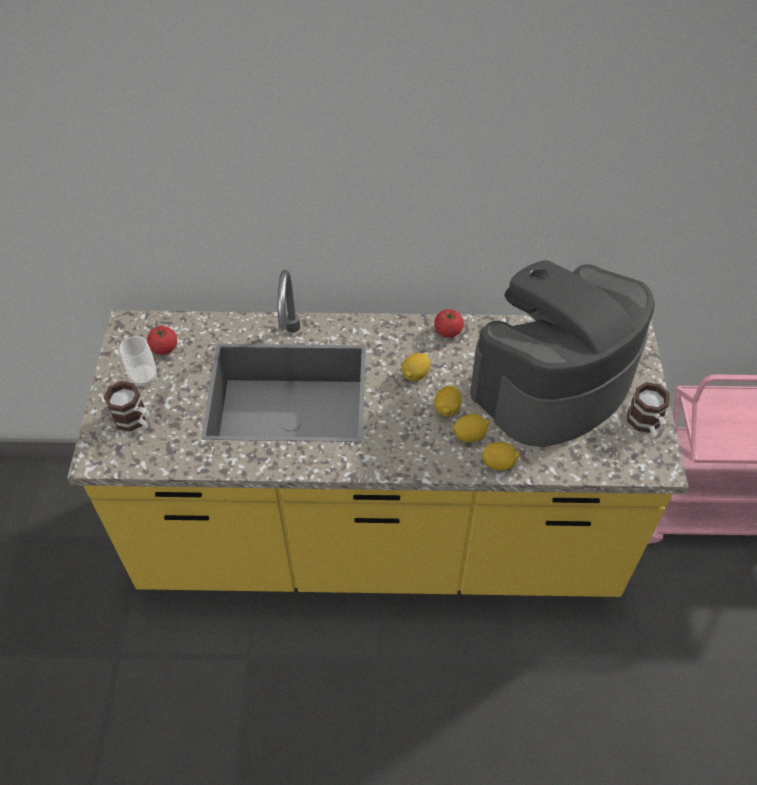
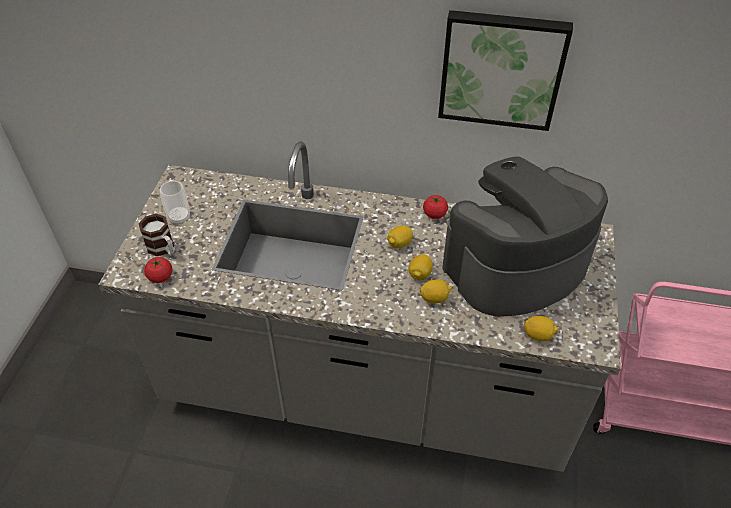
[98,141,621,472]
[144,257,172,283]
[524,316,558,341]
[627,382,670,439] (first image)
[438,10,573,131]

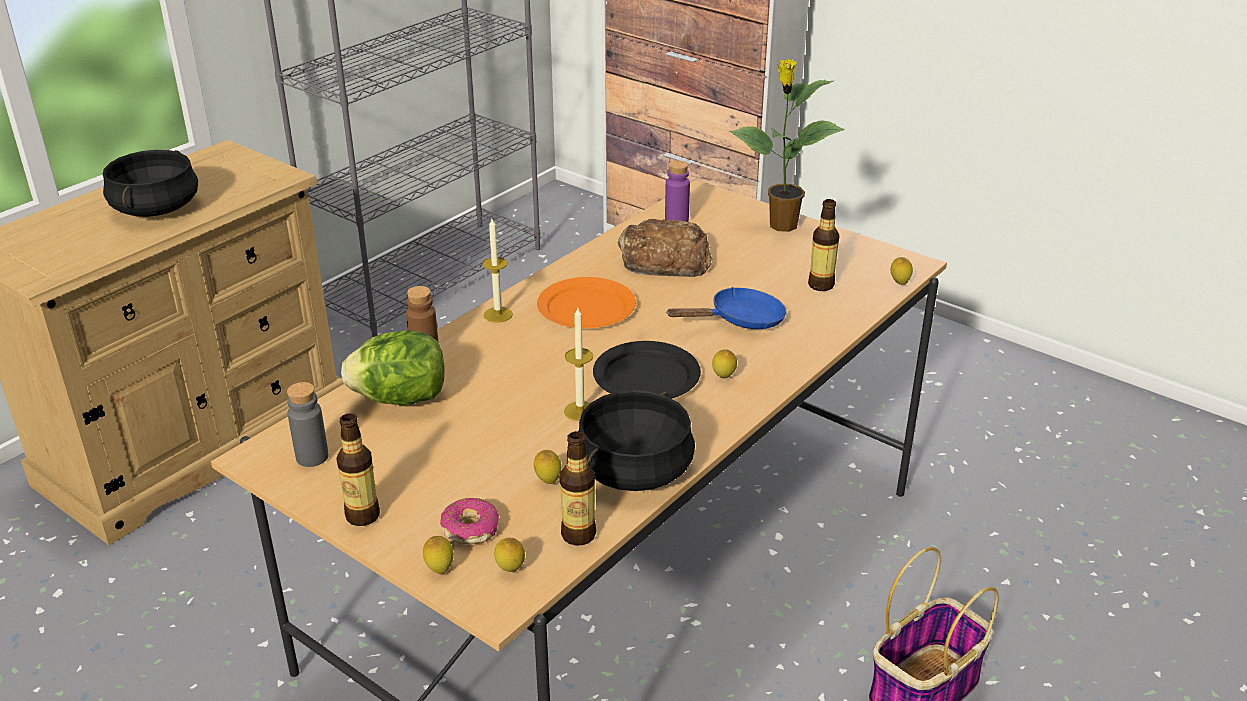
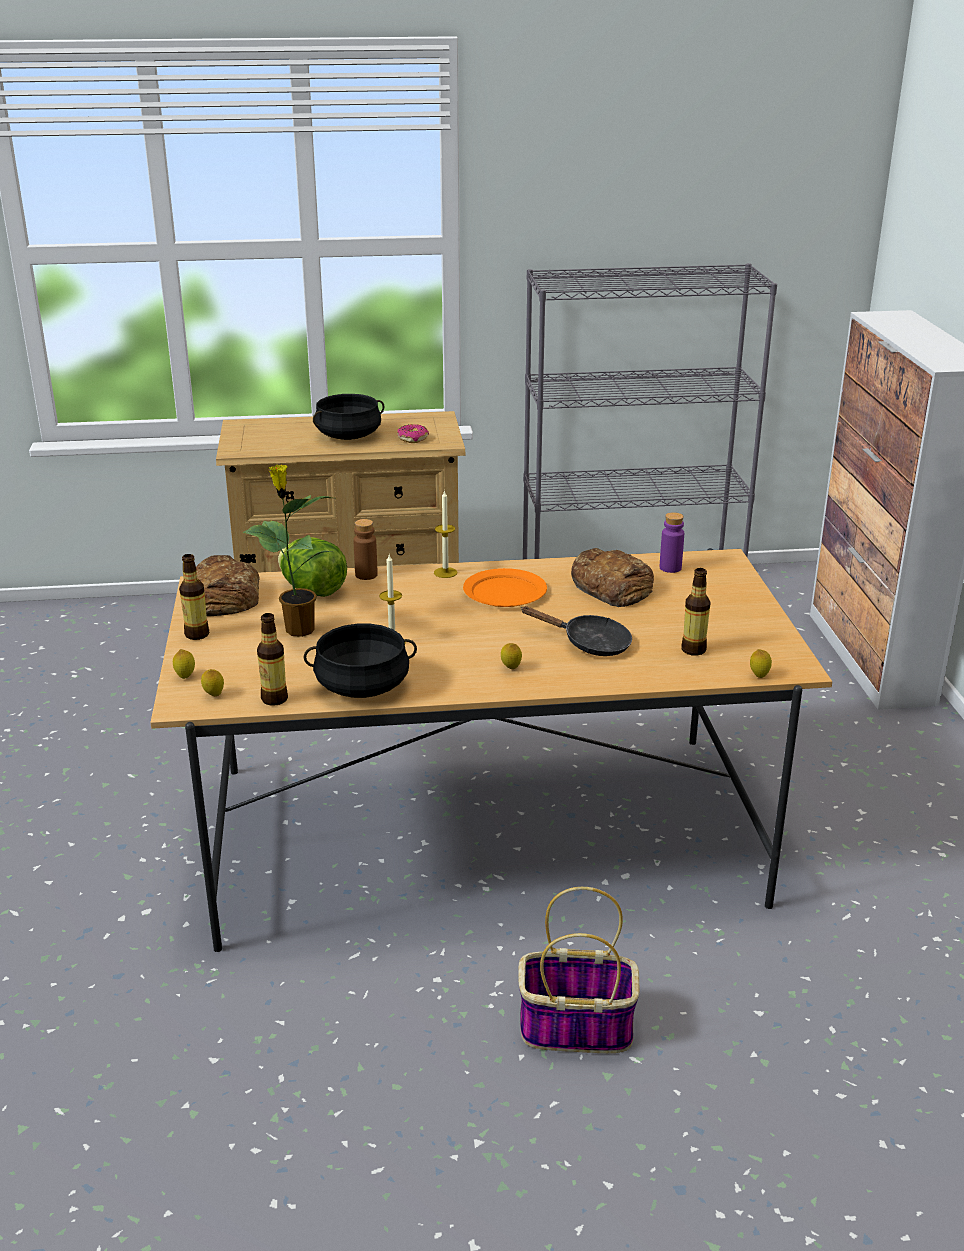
[196,555,260,616]
[397,424,429,443]
[534,450,561,484] (first image)
[593,341,701,399] (first image)
[521,606,632,656]
[242,464,333,637]

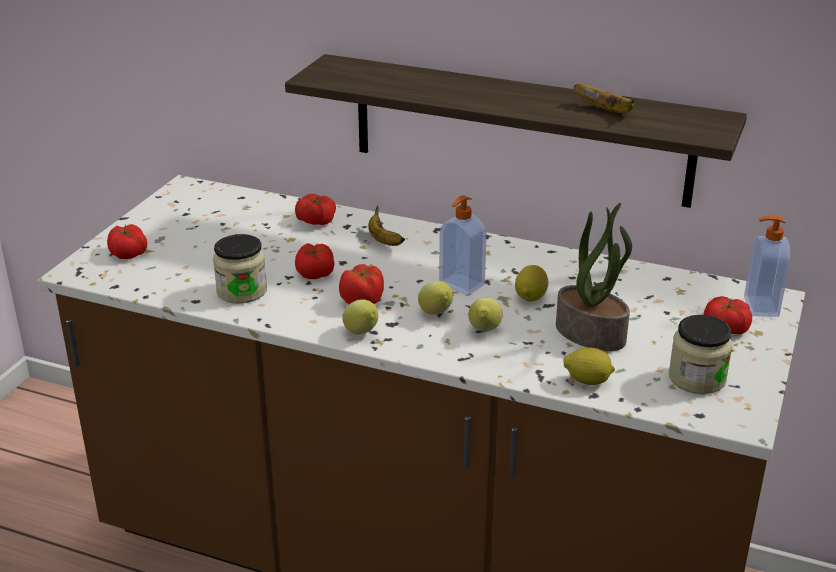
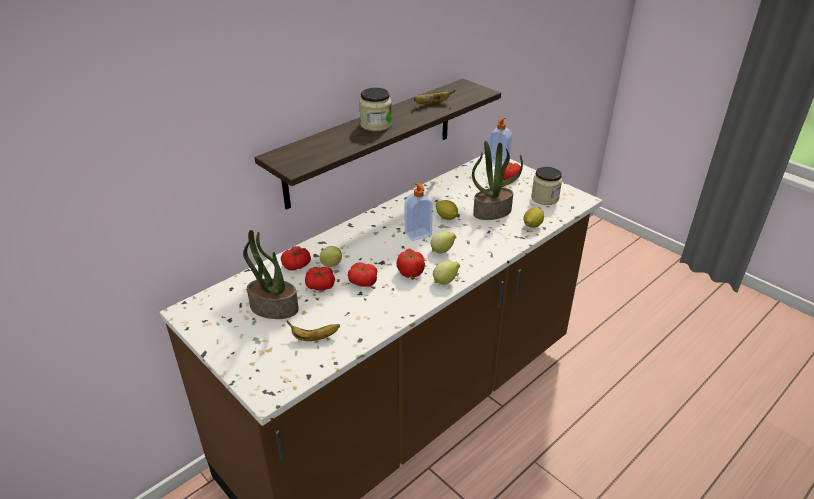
[305,267,335,290]
[359,88,392,131]
[286,320,340,341]
[320,246,342,267]
[243,230,299,319]

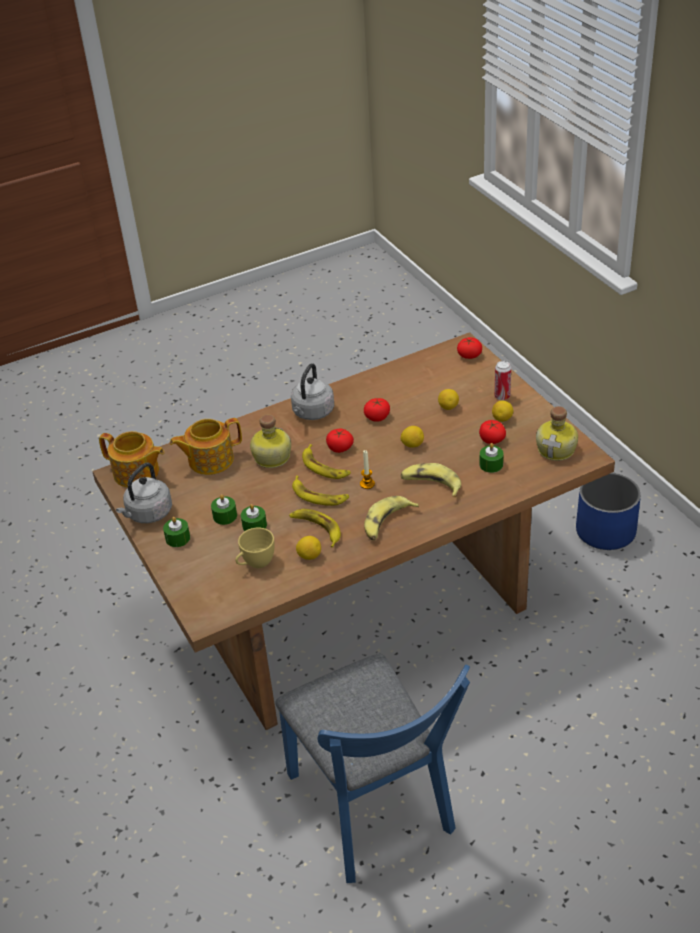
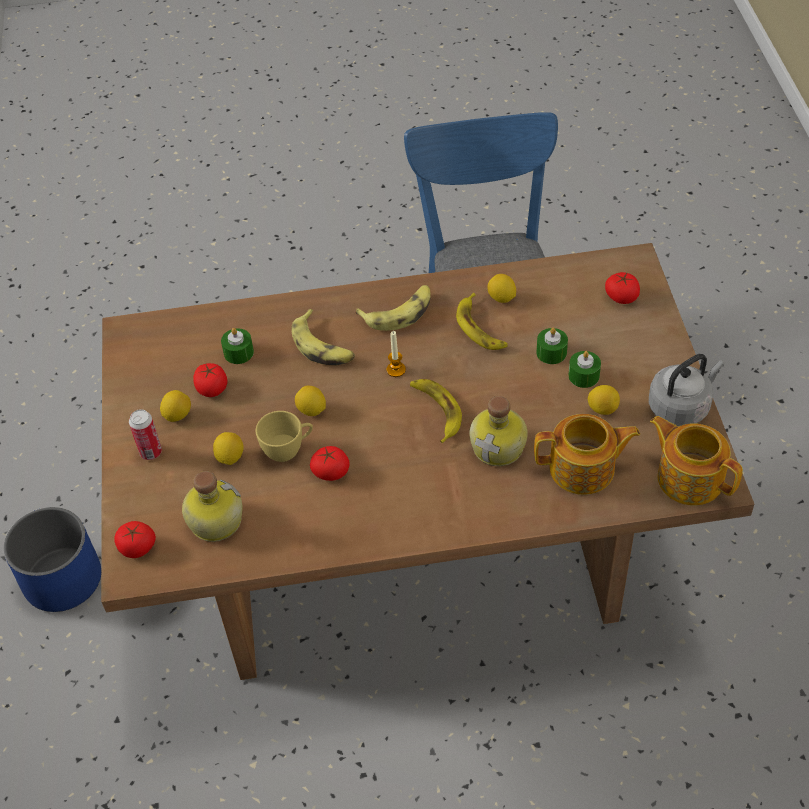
[163,517,190,547] (first image)
[256,411,313,462]
[291,363,334,420] (first image)
[292,475,349,506] (first image)
[605,272,640,304]
[182,471,243,542]
[588,385,620,415]

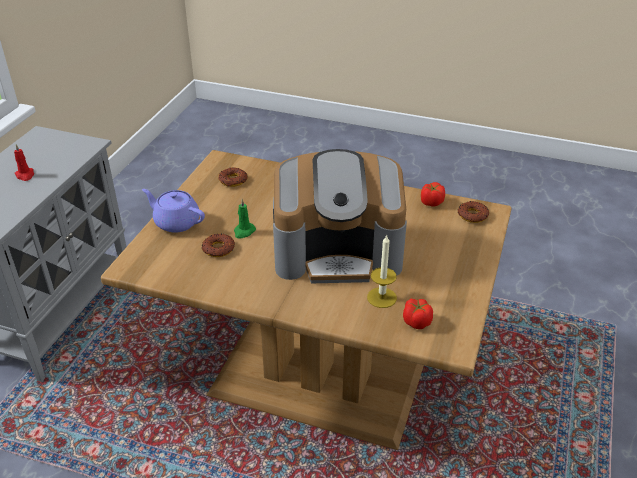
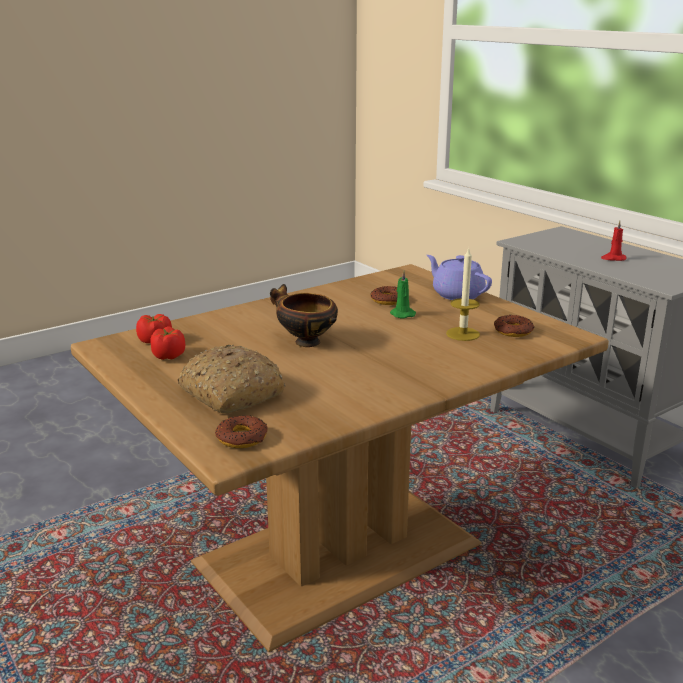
[427,255,492,300]
[270,284,338,347]
[446,247,480,341]
[150,326,185,360]
[178,345,286,413]

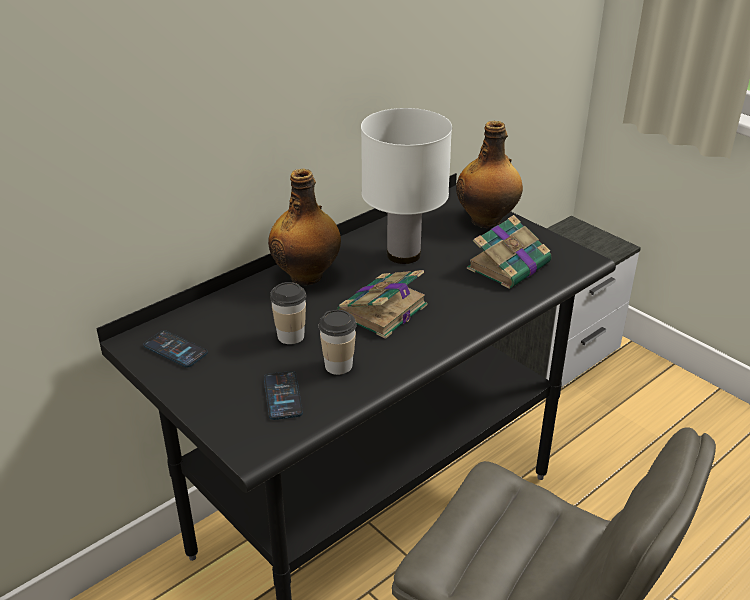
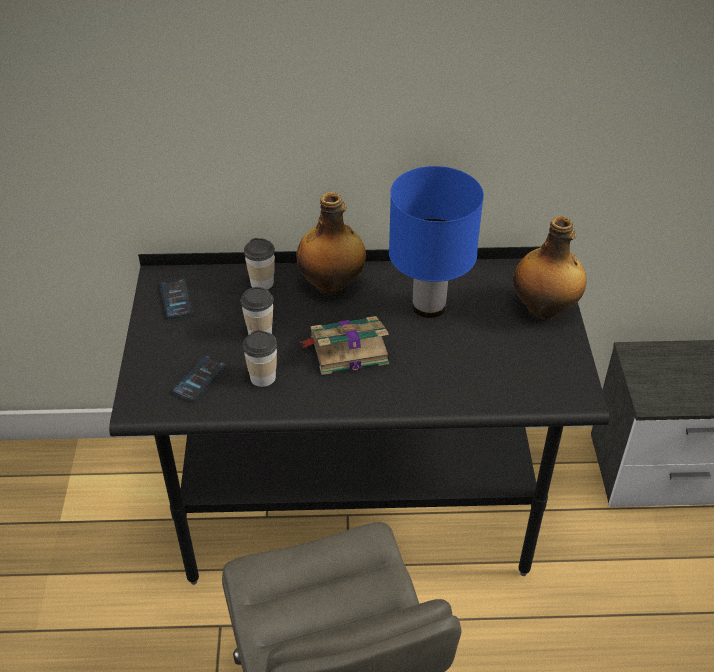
[389,166,484,318]
[467,215,552,289] (first image)
[244,238,275,290]

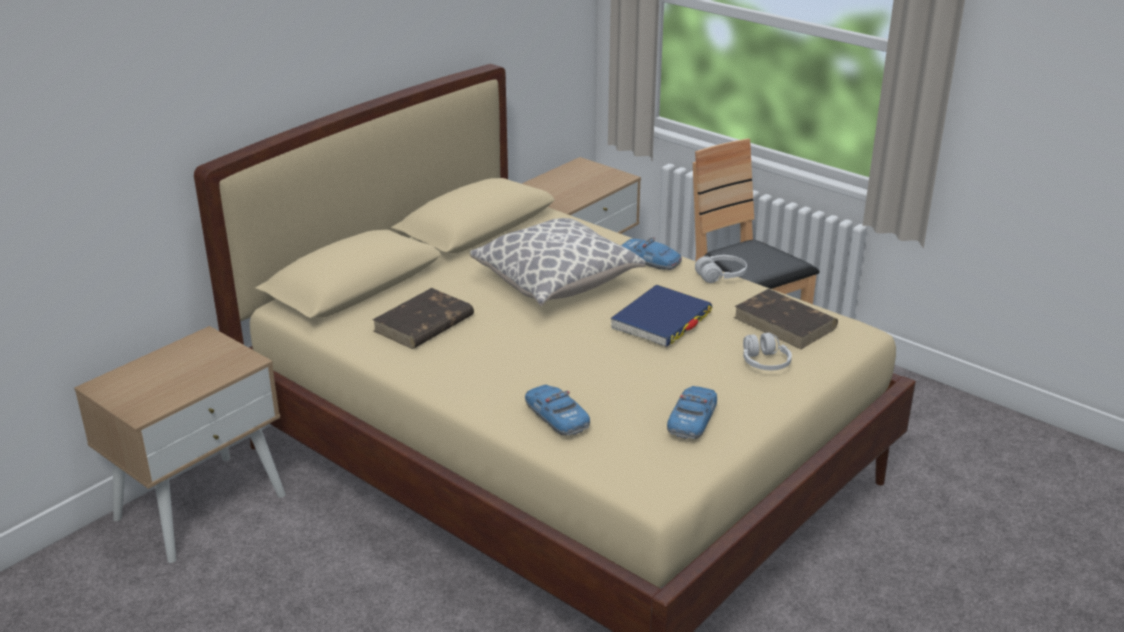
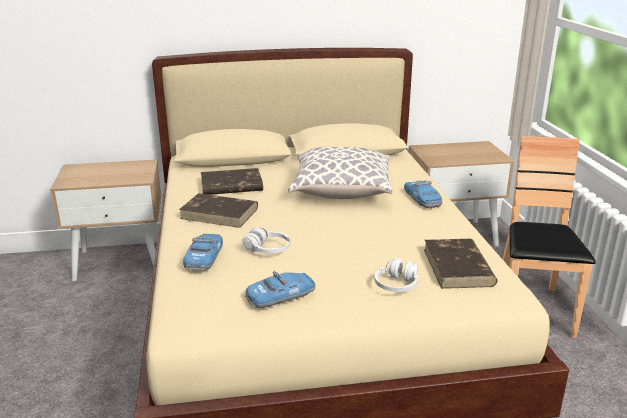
[610,284,713,347] (first image)
[242,227,291,254]
[179,193,258,228]

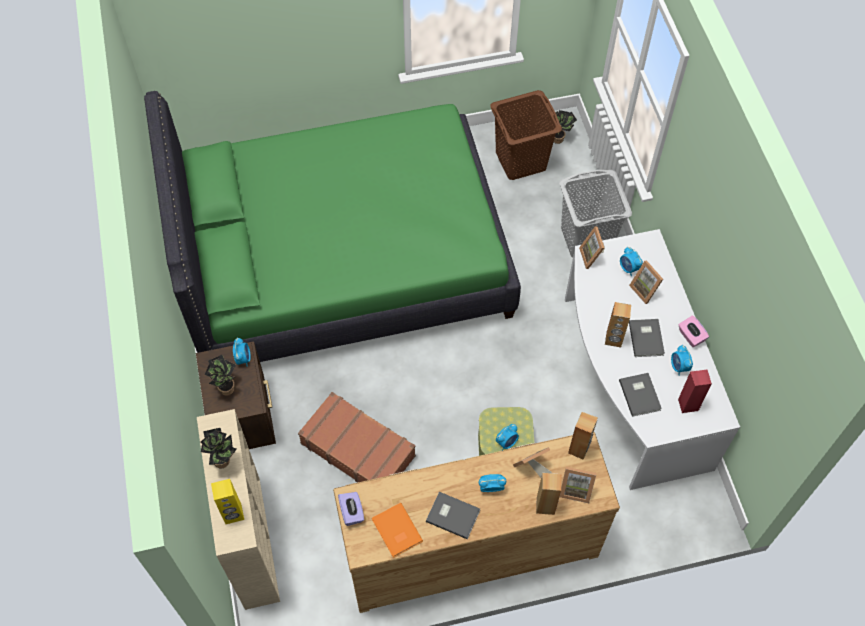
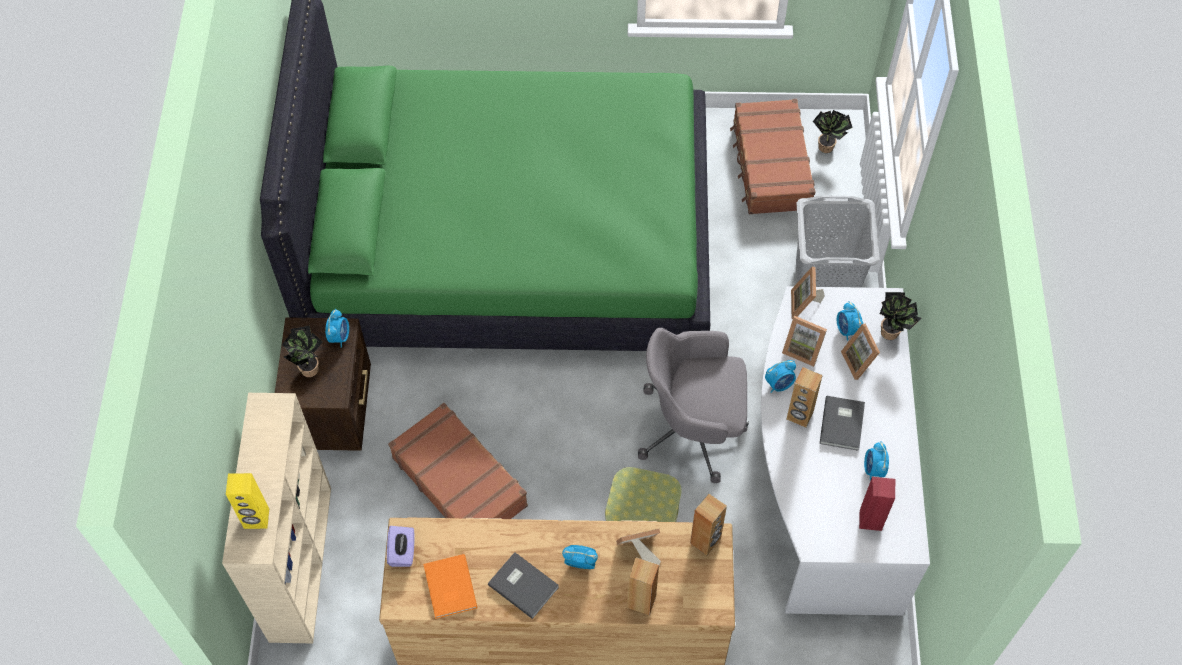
[880,292,922,340]
[730,99,815,214]
[765,360,796,393]
[782,316,827,367]
[619,373,662,417] (first image)
[679,315,709,347] (first image)
[638,328,749,483]

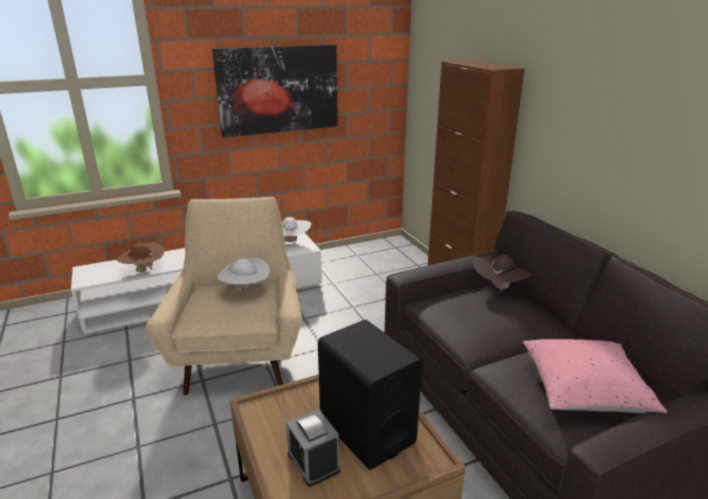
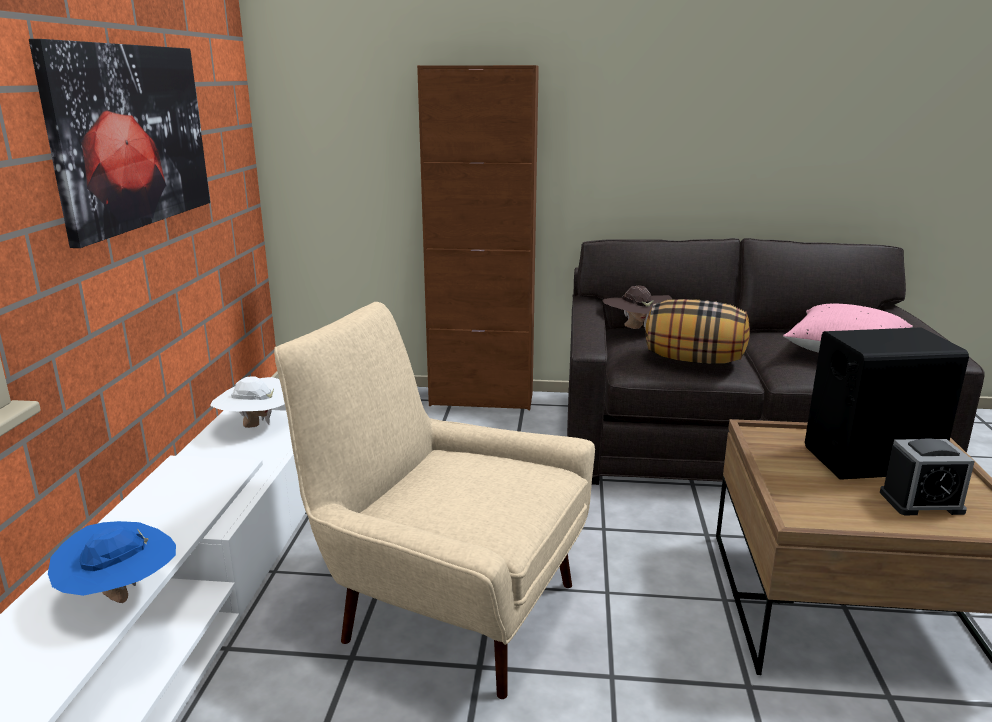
[48,521,176,603]
[217,257,270,293] (first image)
[645,299,750,364]

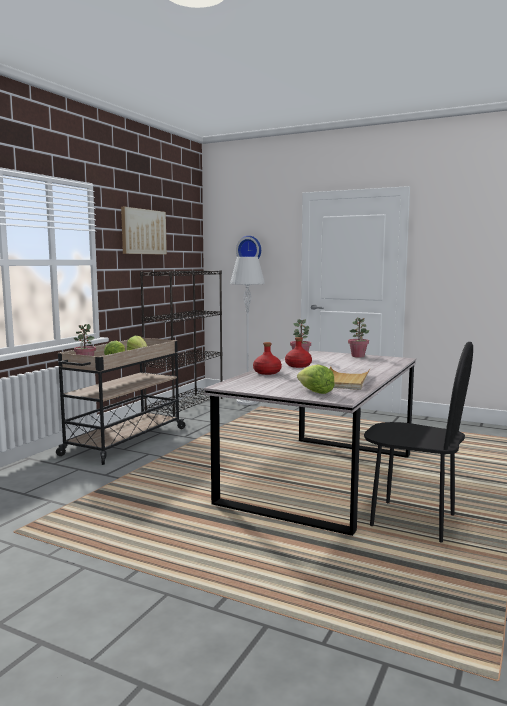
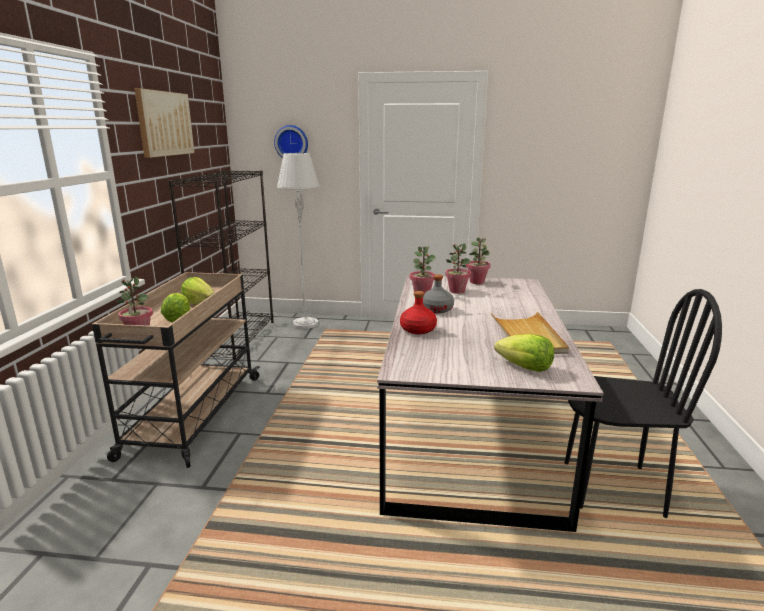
[423,274,454,314]
[445,243,471,294]

